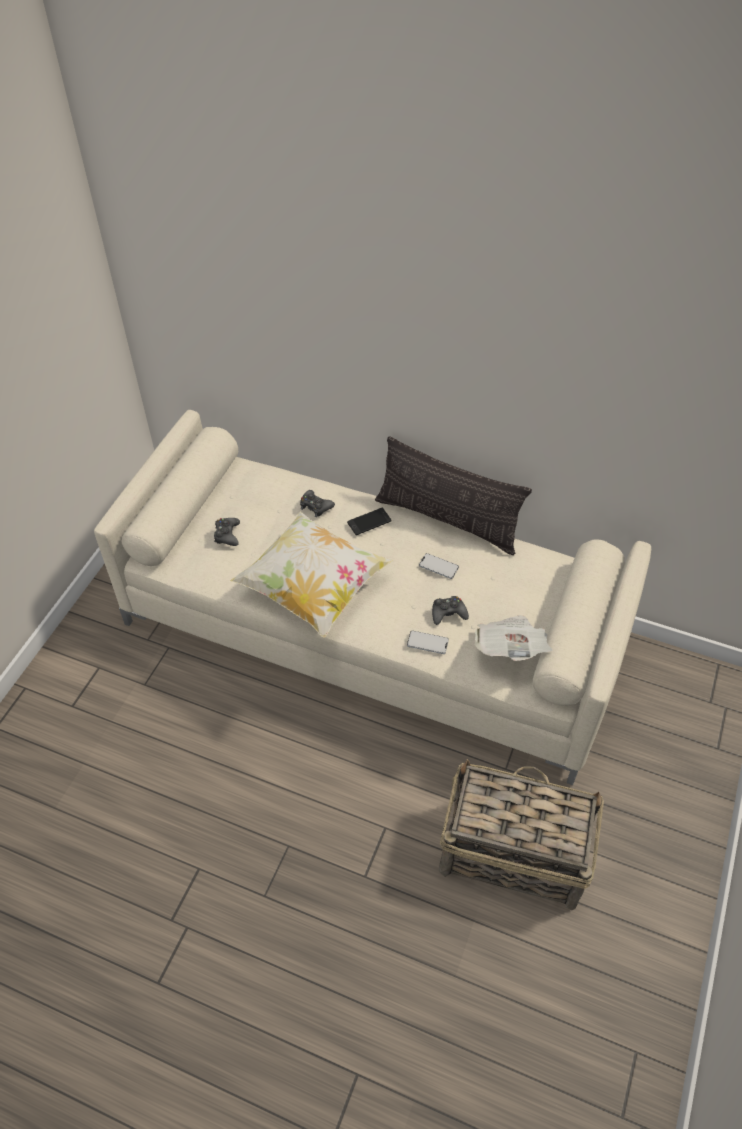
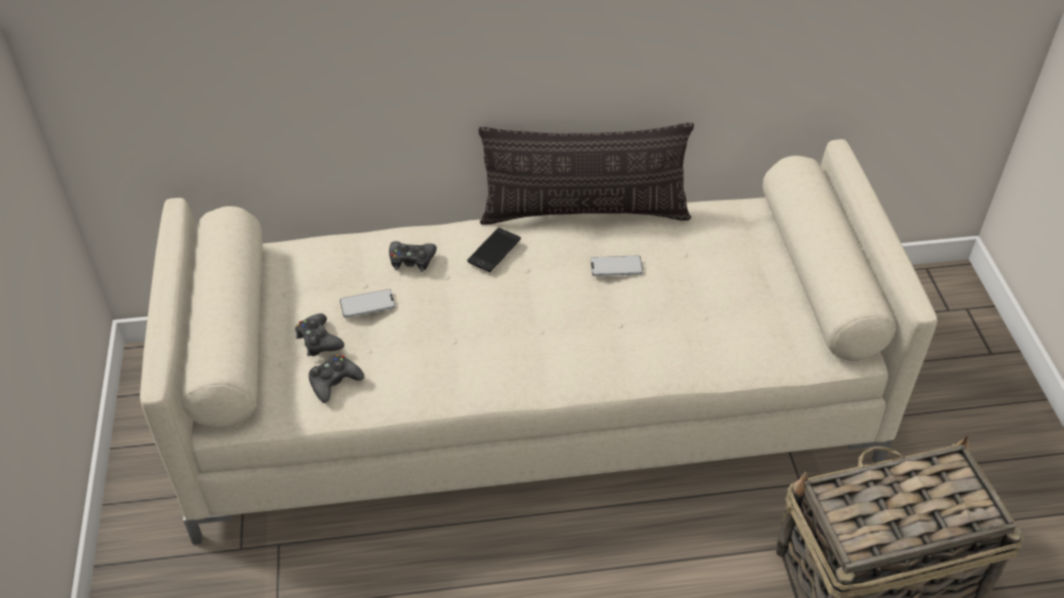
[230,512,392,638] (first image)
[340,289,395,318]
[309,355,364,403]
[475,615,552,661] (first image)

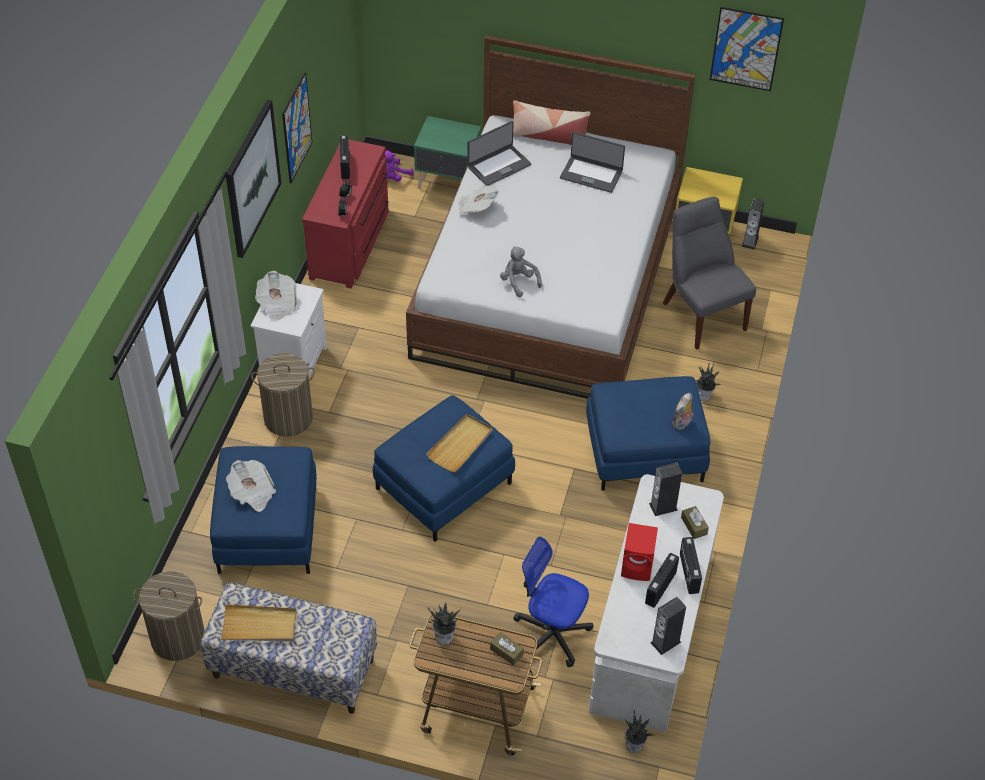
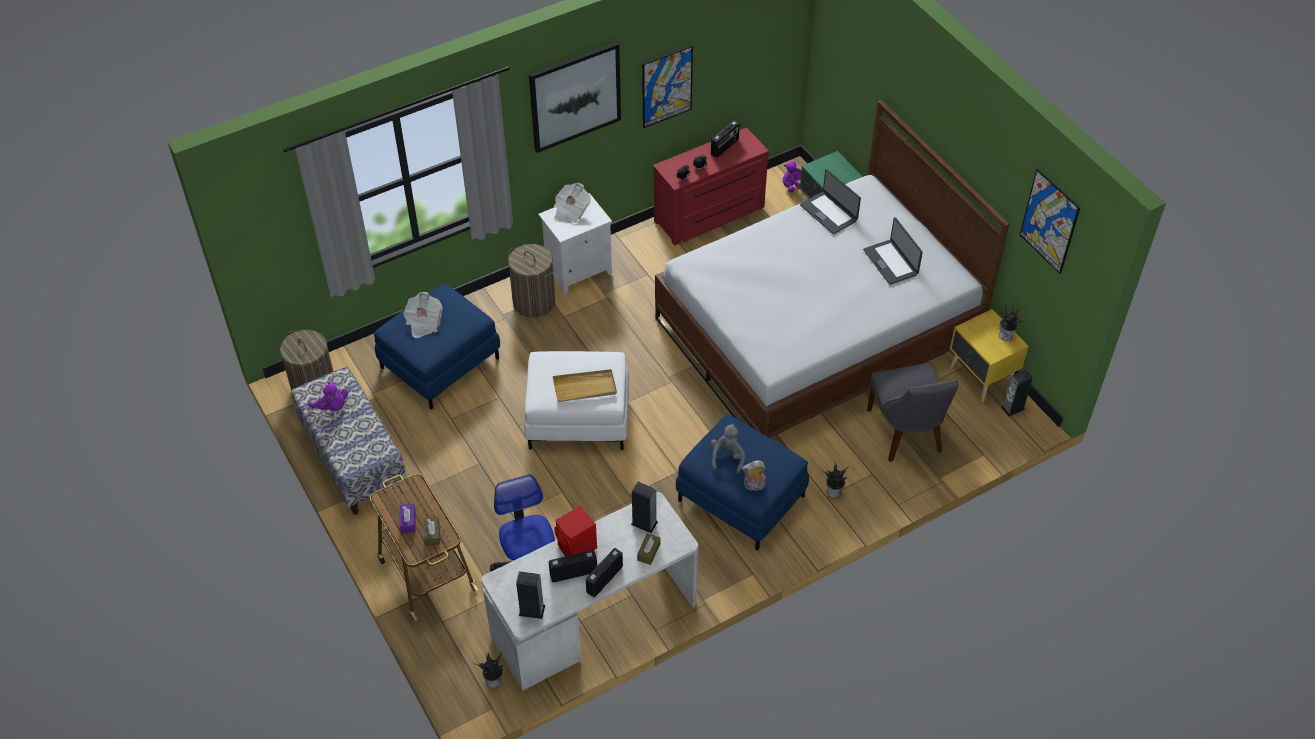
[309,382,348,411]
[524,351,629,450]
[999,305,1027,341]
[458,185,499,214] (first image)
[800,169,861,234]
[710,424,745,473]
[513,100,590,145] (first image)
[867,363,958,462]
[400,504,416,533]

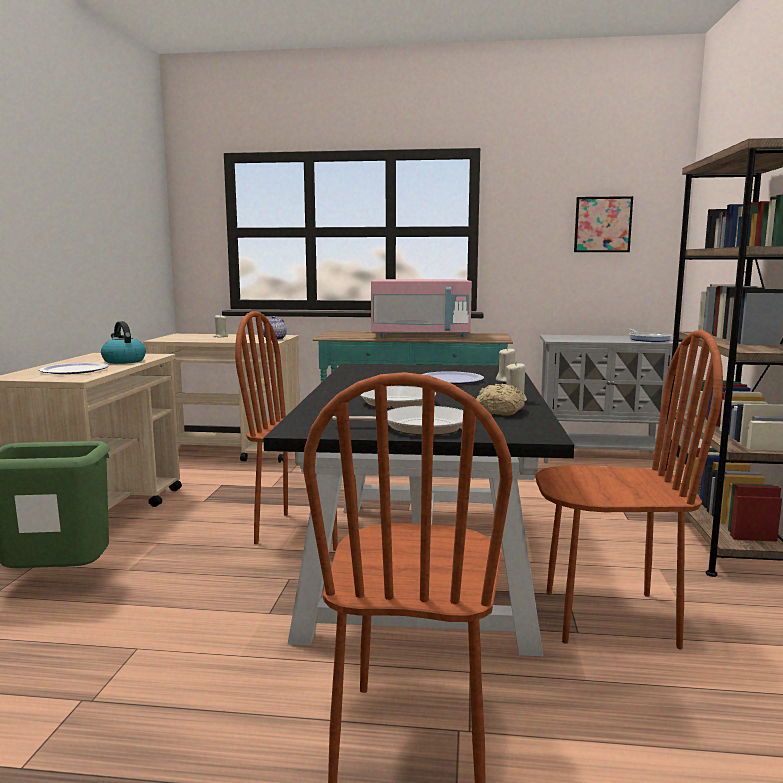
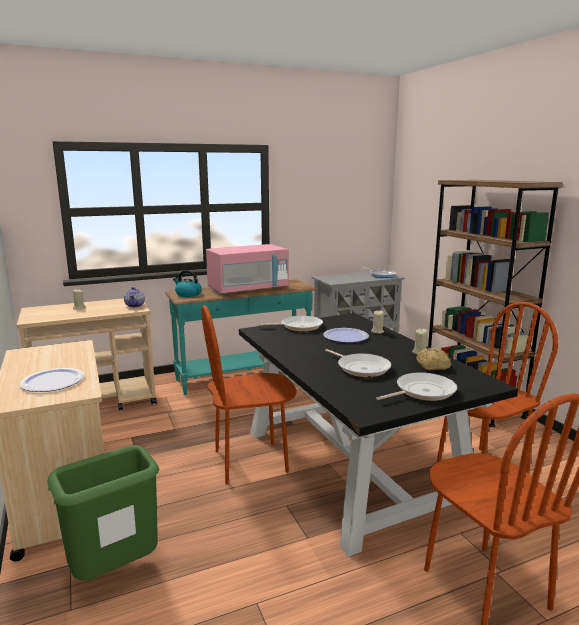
[173,270,202,297]
[574,196,633,252] (first image)
[258,315,323,332]

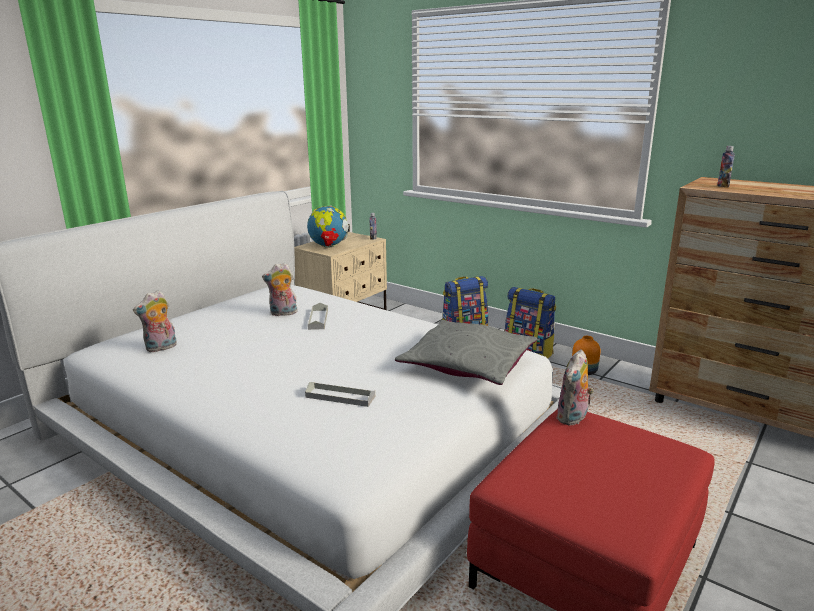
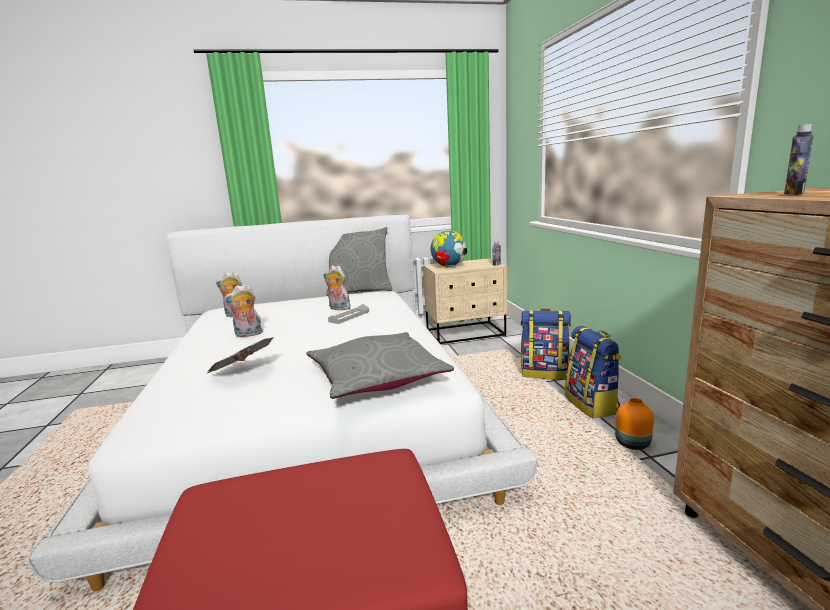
[207,337,273,373]
[224,284,263,337]
[326,227,392,296]

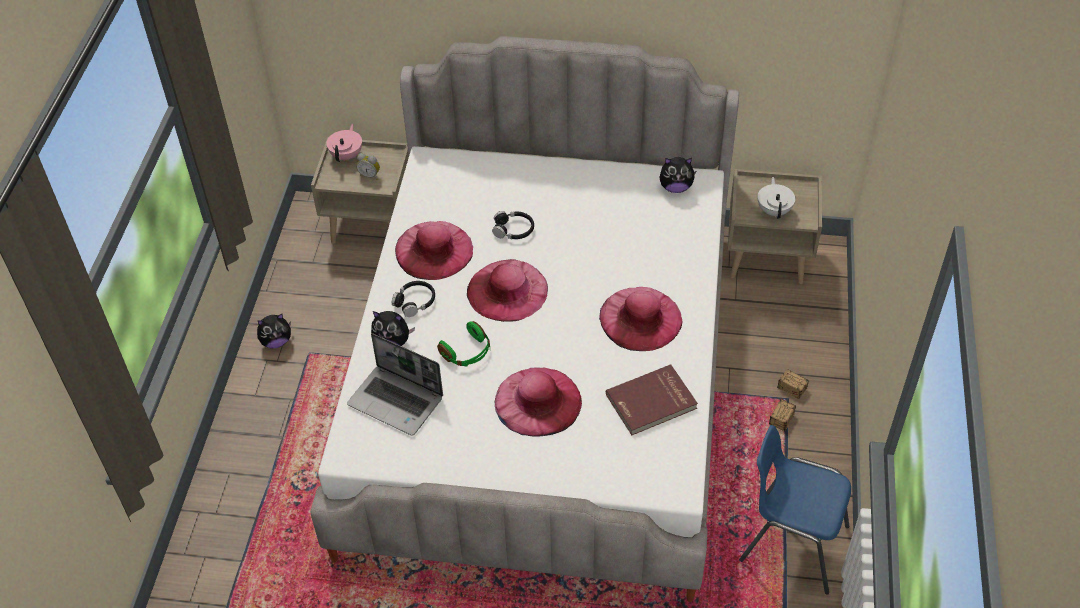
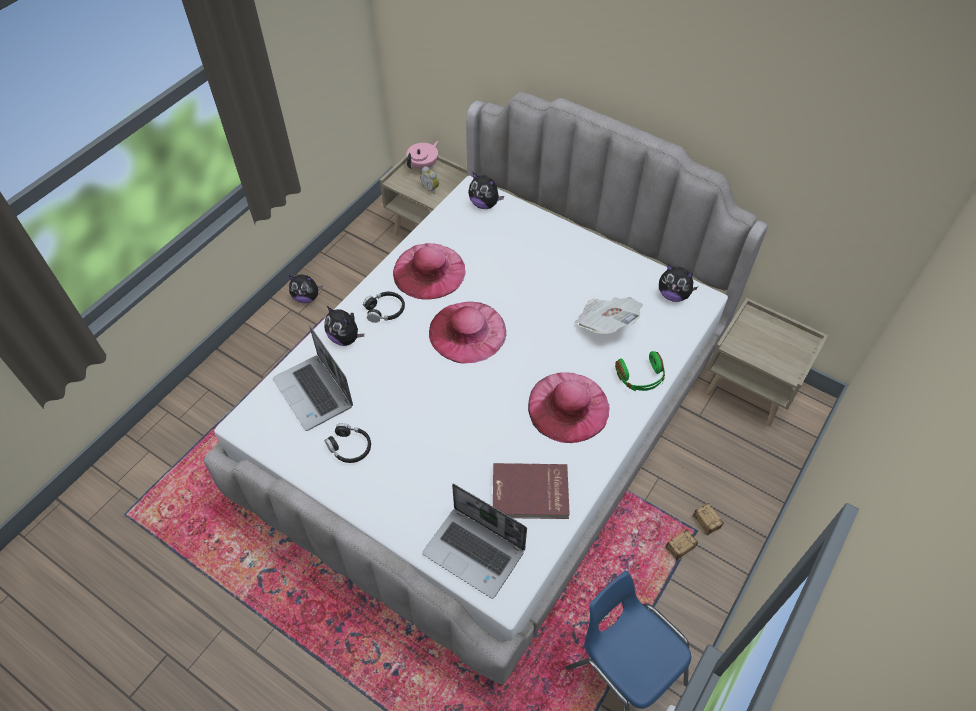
[615,351,665,391]
[325,423,371,463]
[495,367,582,436] (first image)
[758,177,795,219] (first image)
[422,484,527,598]
[468,172,504,209]
[574,297,643,334]

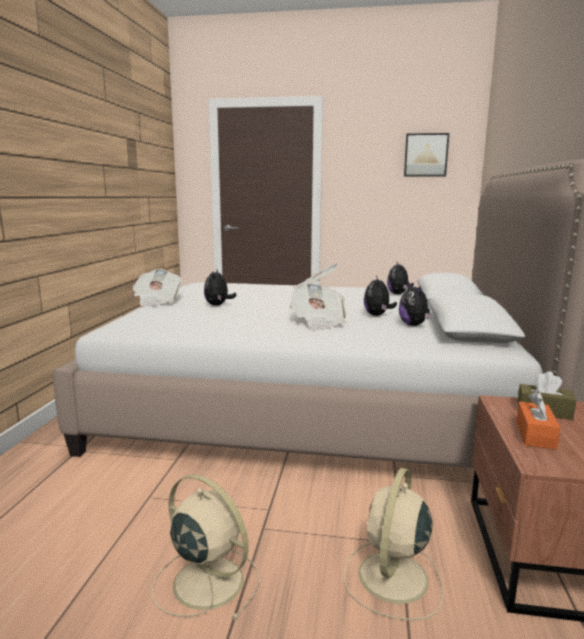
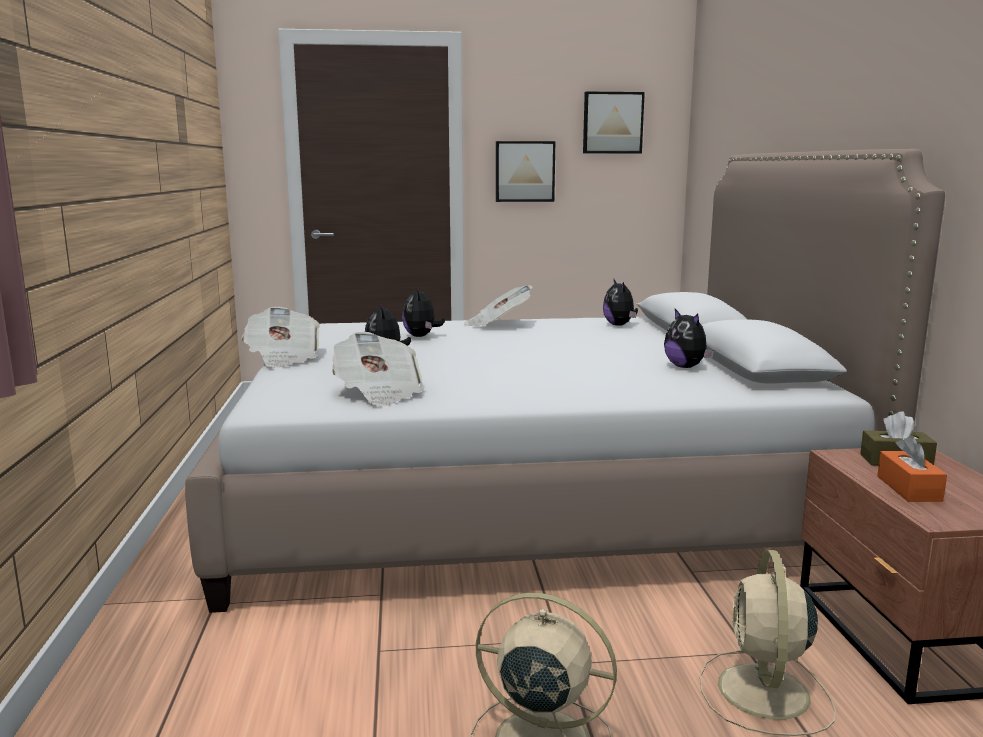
[331,332,423,407]
[402,286,445,337]
[496,141,555,202]

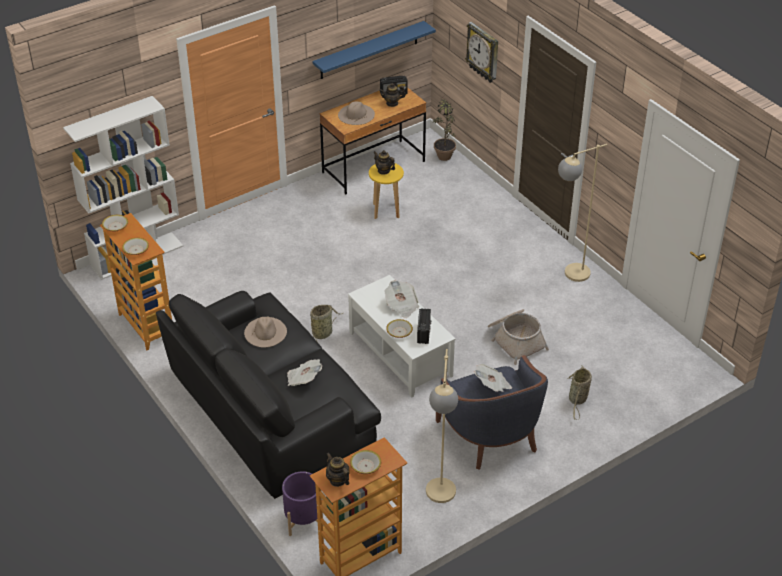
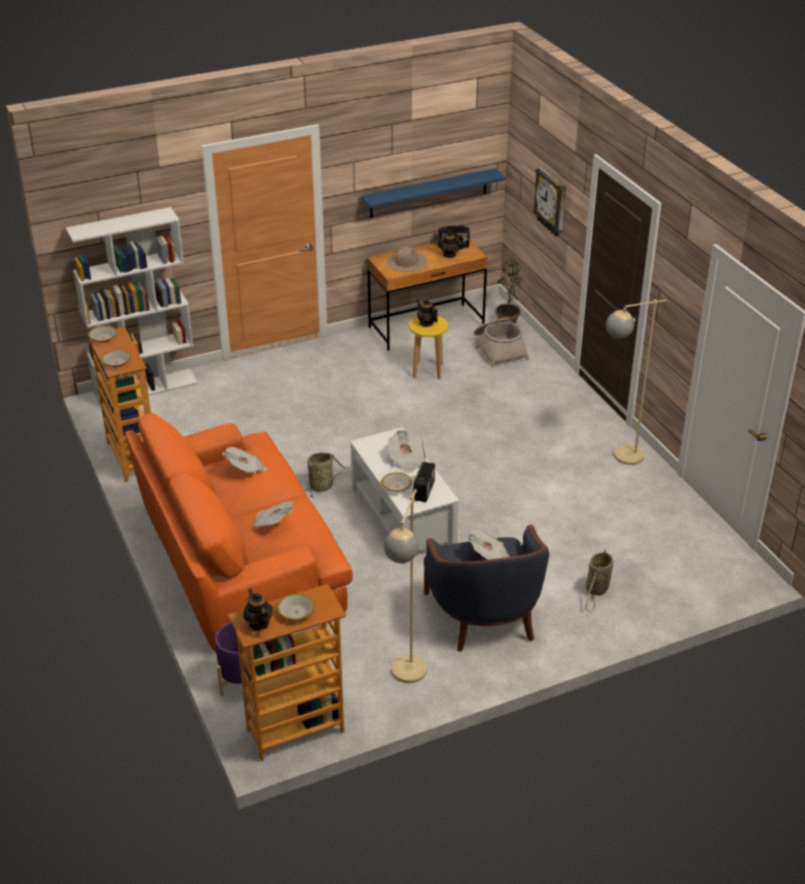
[125,413,353,653]
[222,447,268,473]
[474,318,529,368]

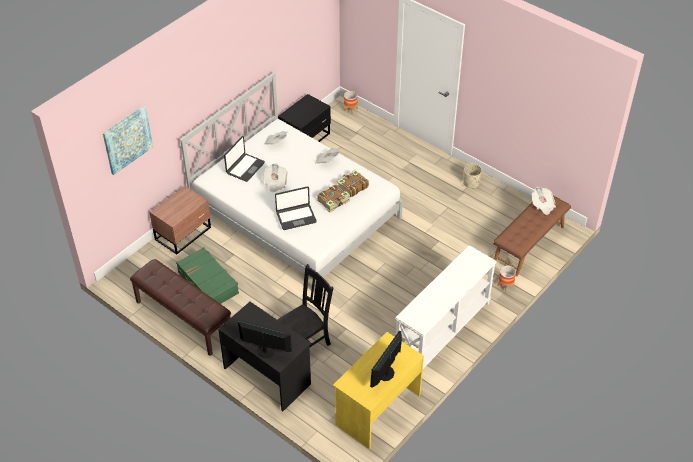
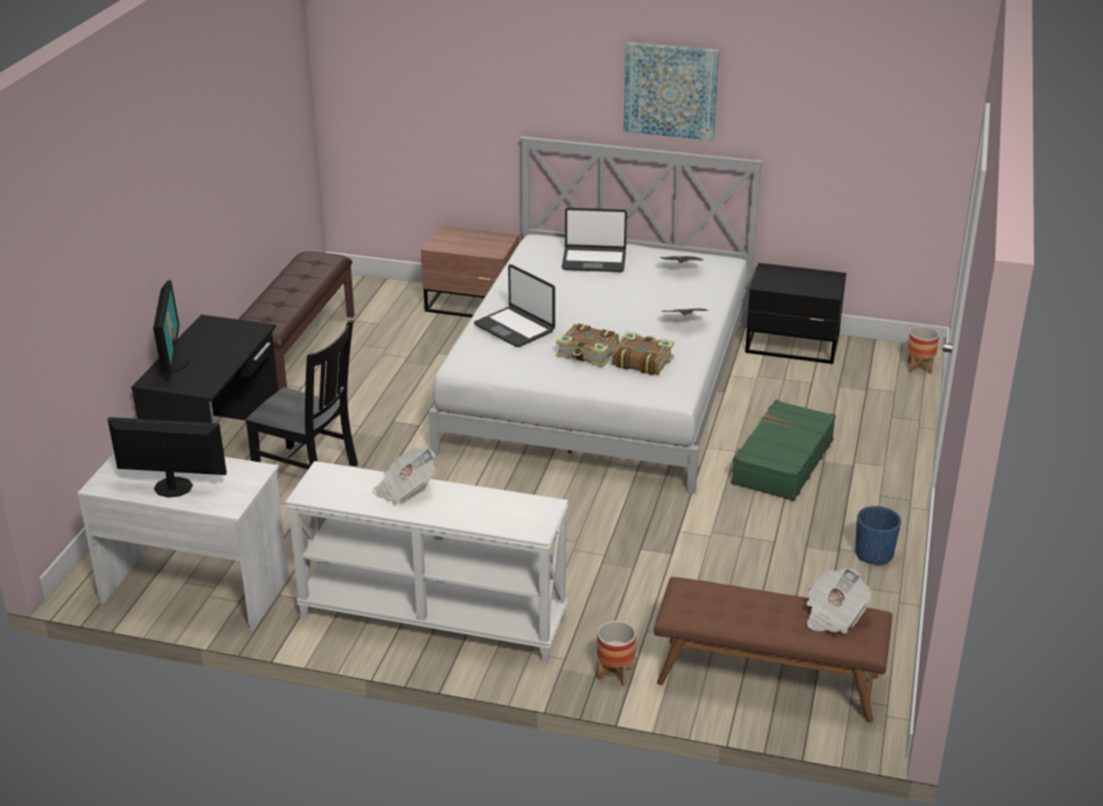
[623,42,719,141]
[730,400,836,501]
[372,448,435,504]
[77,453,288,631]
[855,506,901,565]

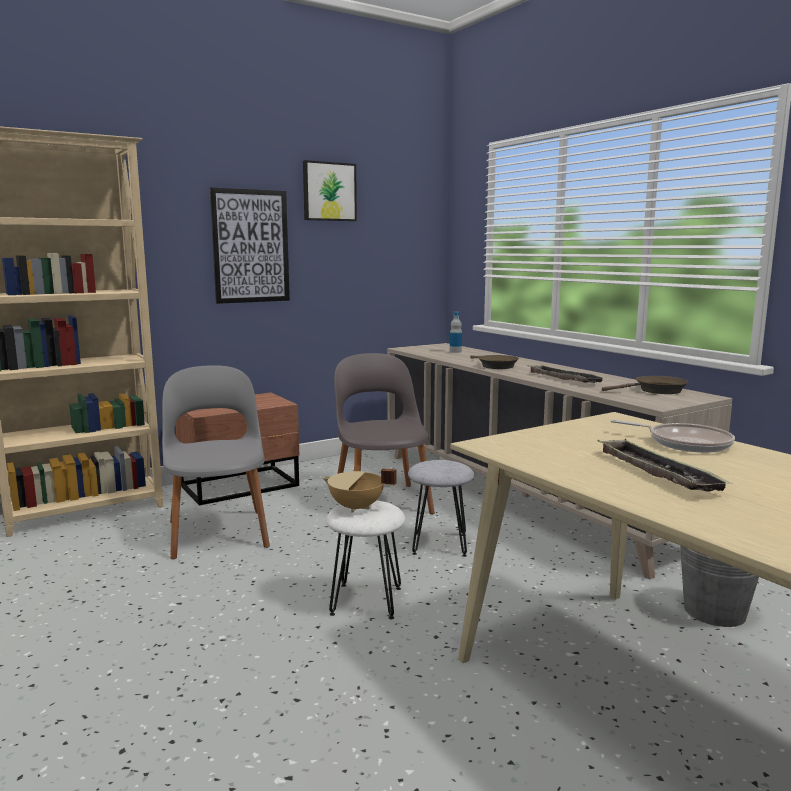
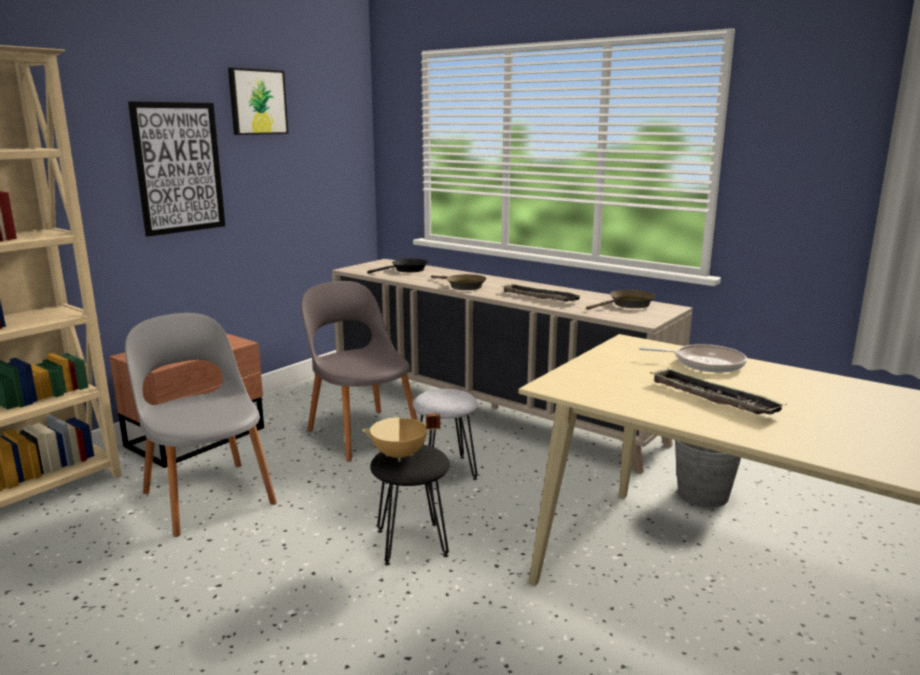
[370,445,450,565]
[367,259,428,274]

